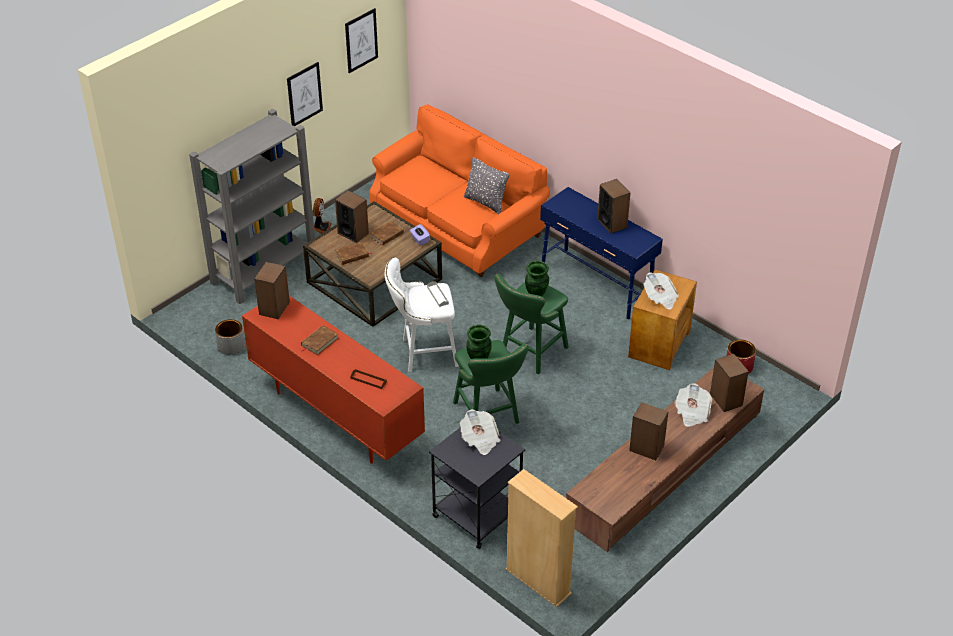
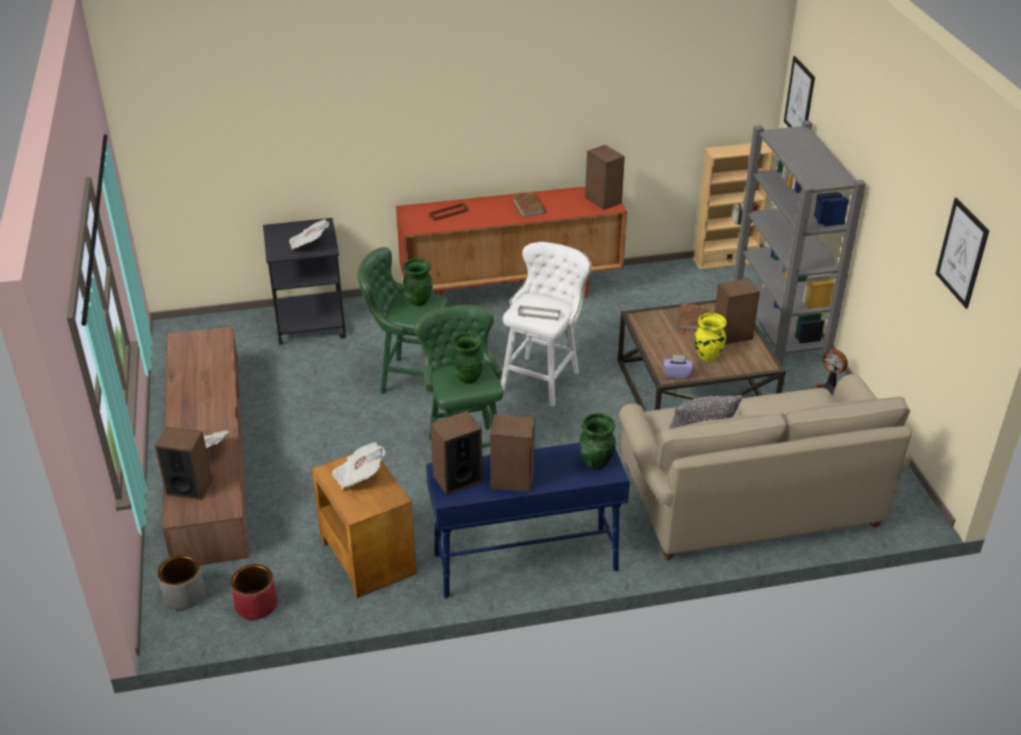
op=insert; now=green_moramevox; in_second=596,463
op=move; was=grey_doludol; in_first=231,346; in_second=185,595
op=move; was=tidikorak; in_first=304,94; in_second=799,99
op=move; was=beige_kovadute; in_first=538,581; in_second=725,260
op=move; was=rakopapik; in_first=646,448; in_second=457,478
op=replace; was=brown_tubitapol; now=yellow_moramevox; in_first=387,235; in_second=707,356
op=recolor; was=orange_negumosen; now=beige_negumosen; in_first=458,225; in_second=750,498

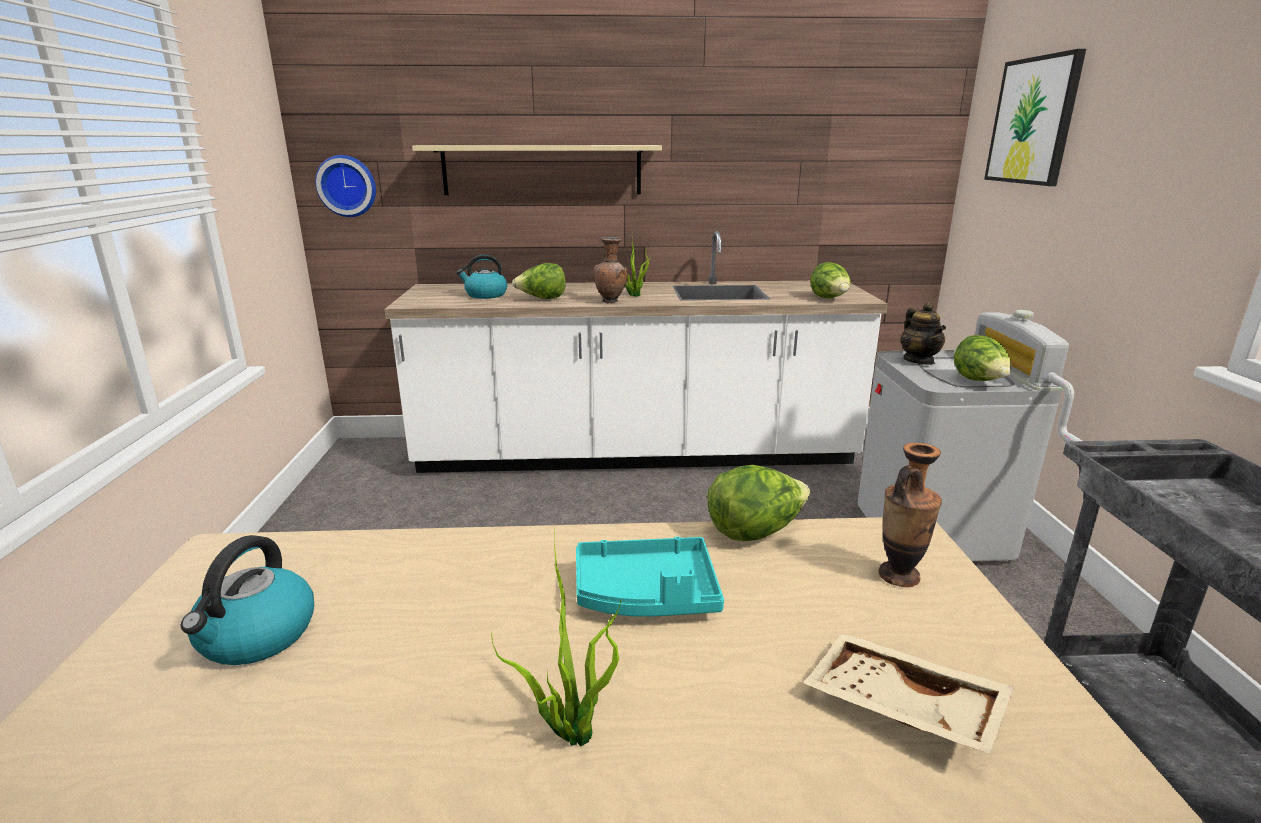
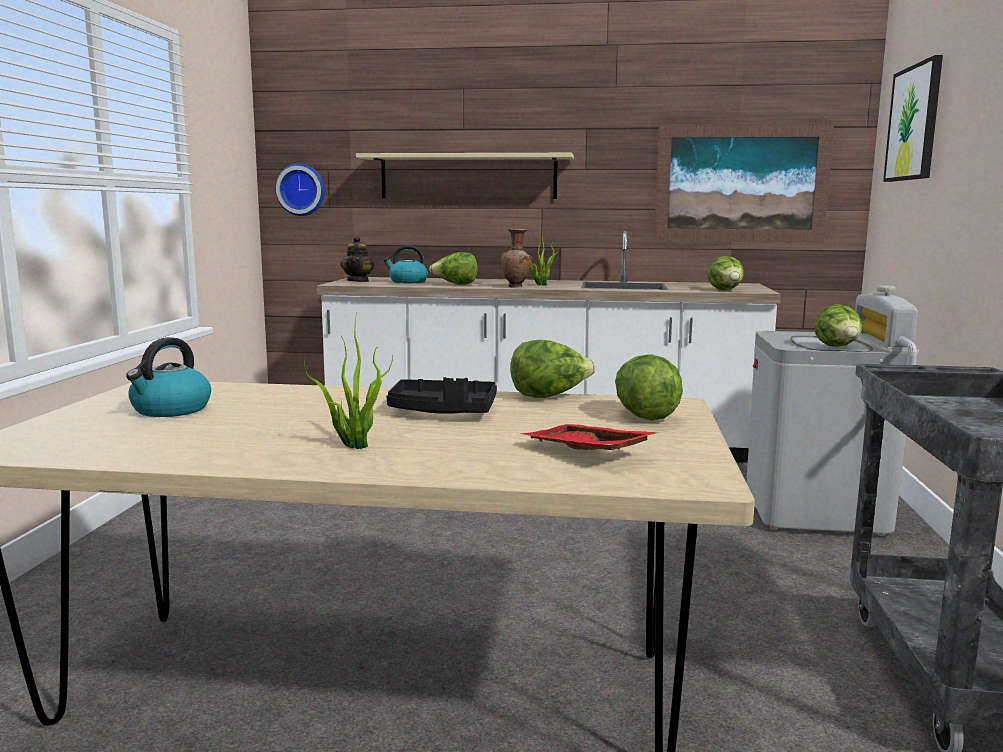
op=insert; now=tidikorak; in_second=741,183
op=move; was=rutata; in_first=919,361; in_second=358,281
op=replace; was=moramevox; now=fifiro; in_first=899,576; in_second=644,416
op=recolor; was=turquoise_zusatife; now=black_zusatife; in_first=646,594; in_second=443,412
op=recolor; was=beige_zusatife; now=red_zusatife; in_first=900,708; in_second=585,452

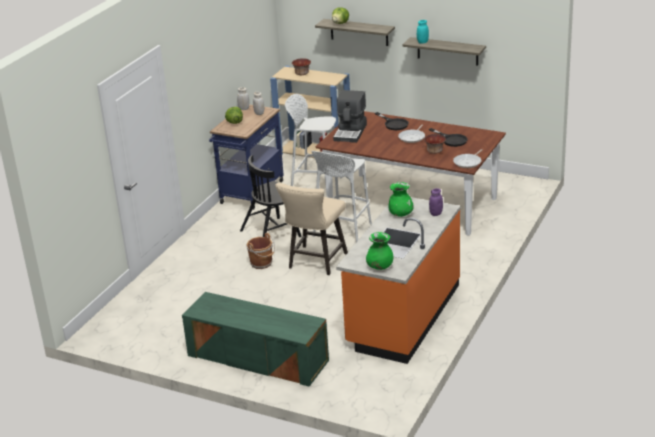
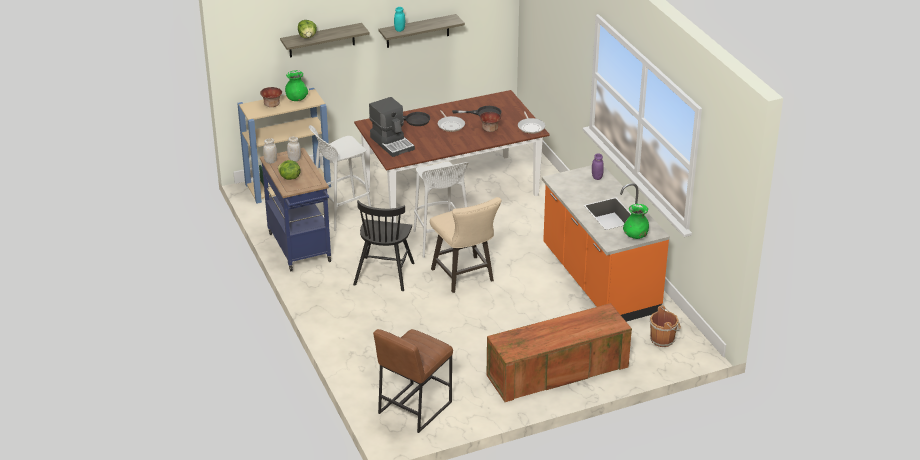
op=insert; now=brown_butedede; in_second=414,408
op=move; was=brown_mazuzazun; in_first=262,263; in_second=663,339
op=move; was=green_moramevox; in_first=401,214; in_second=296,99
op=recolor; was=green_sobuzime; now=brown_sobuzime; in_first=256,358; in_second=557,372

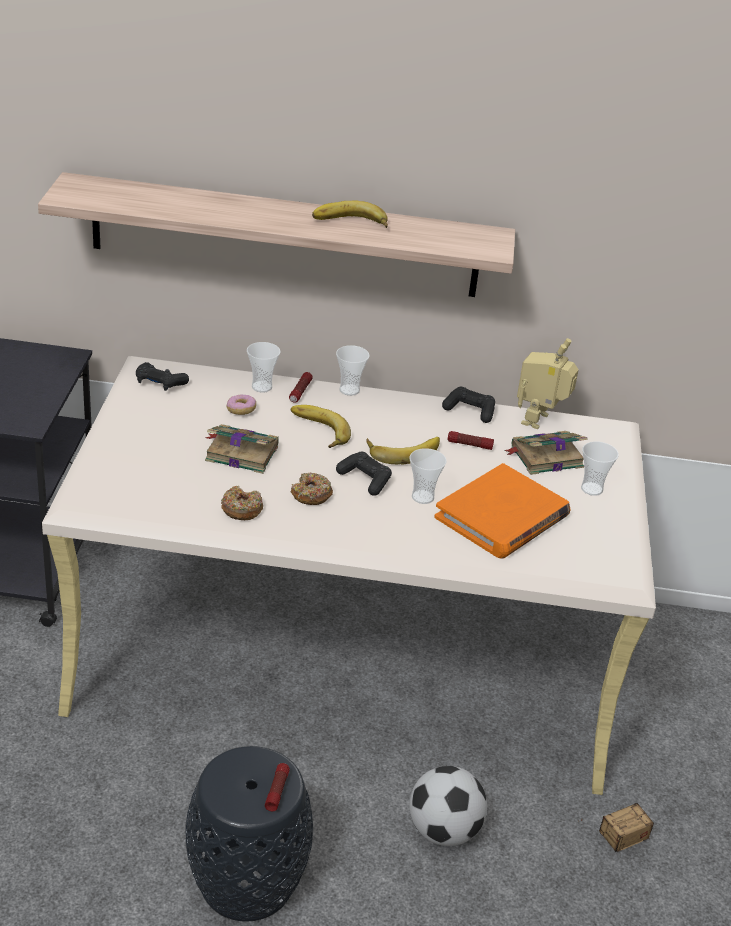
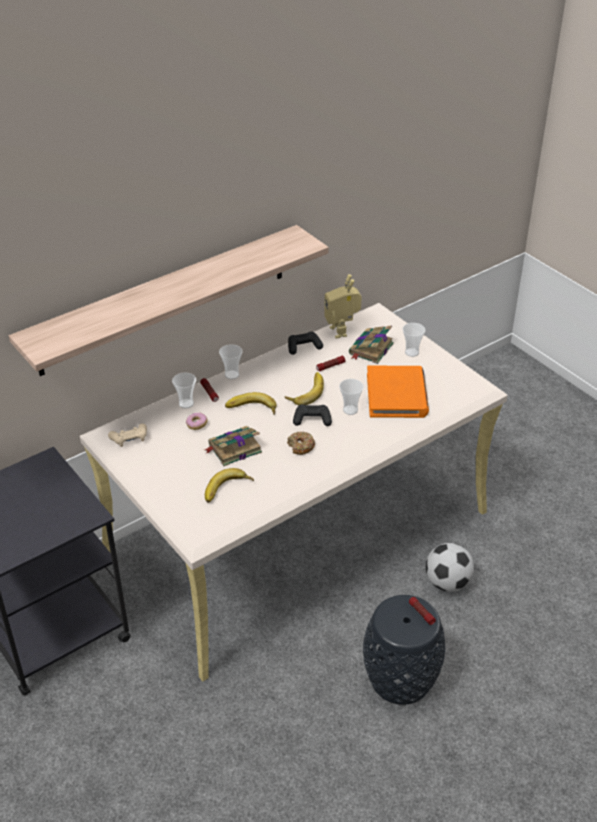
op=delete; was=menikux; in_first=241,509
op=delete; was=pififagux; in_first=600,845
op=move; was=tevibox; in_first=350,223; in_second=227,490
op=recolor; was=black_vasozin; now=beige_vasozin; in_first=160,383; in_second=129,439

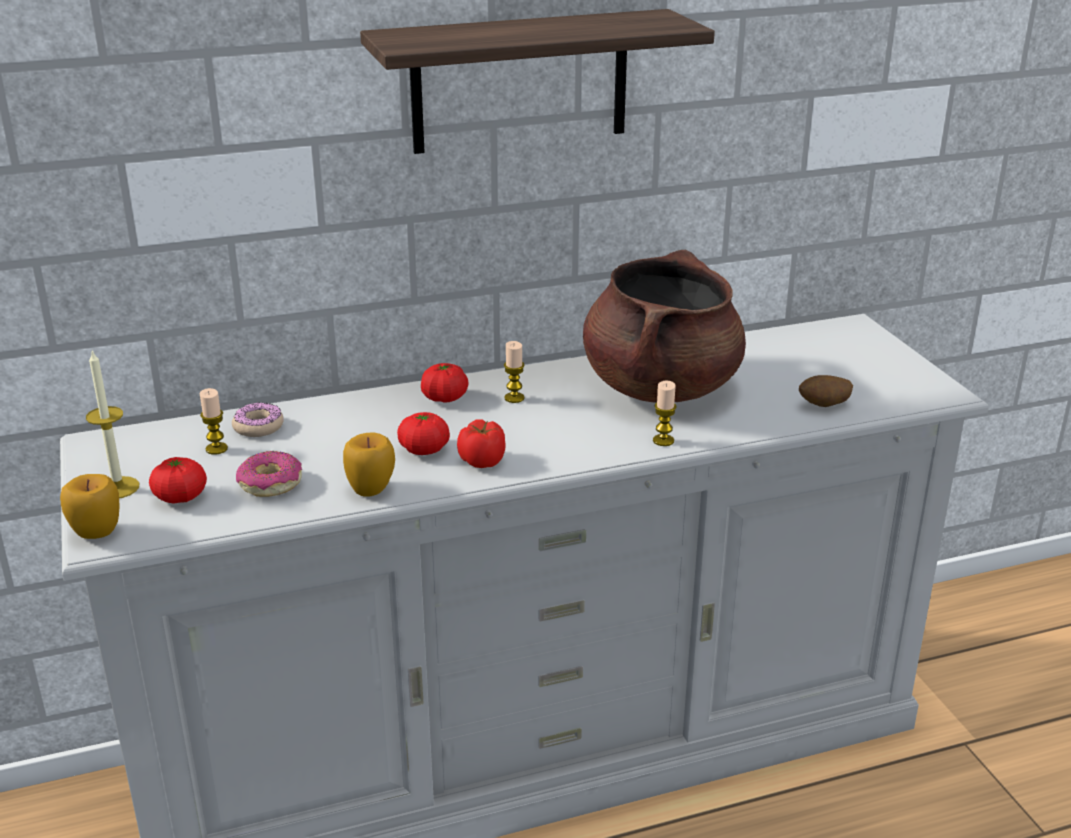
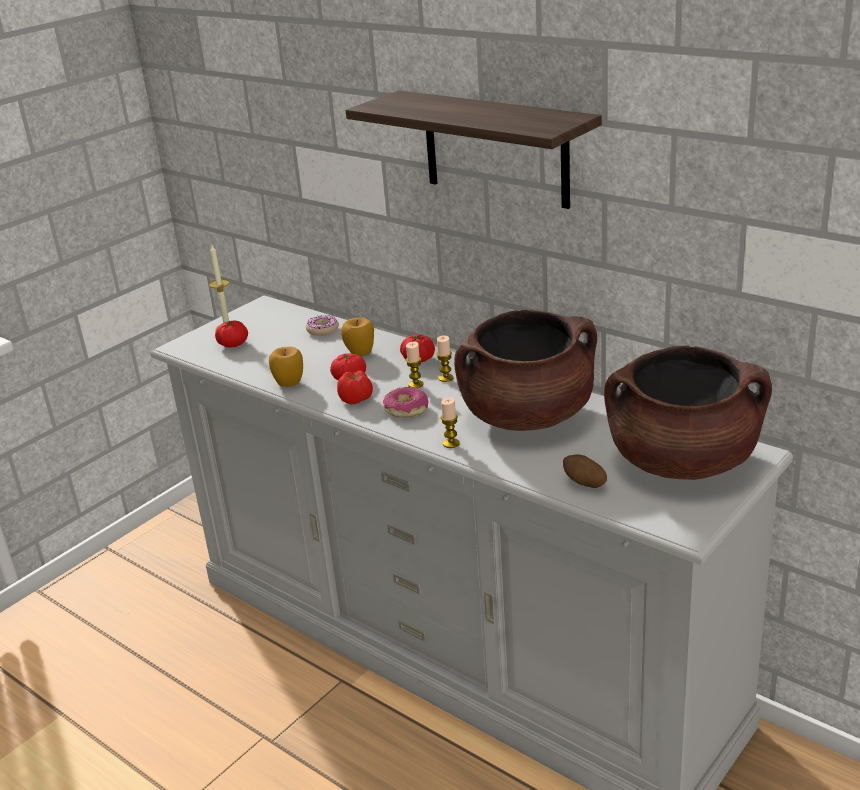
op=insert; now=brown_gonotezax; in_second=682,462
op=move; was=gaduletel; in_first=97,533; in_second=360,354
op=move; was=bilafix; in_first=216,449; in_second=415,384
op=move; was=menikux; in_first=270,484; in_second=406,409

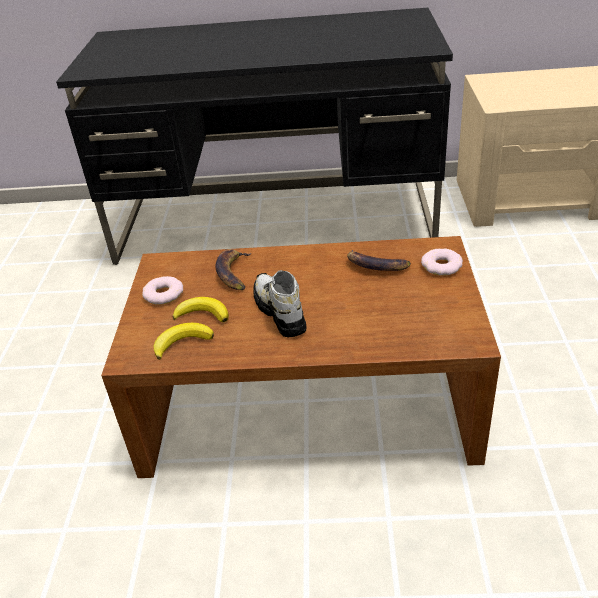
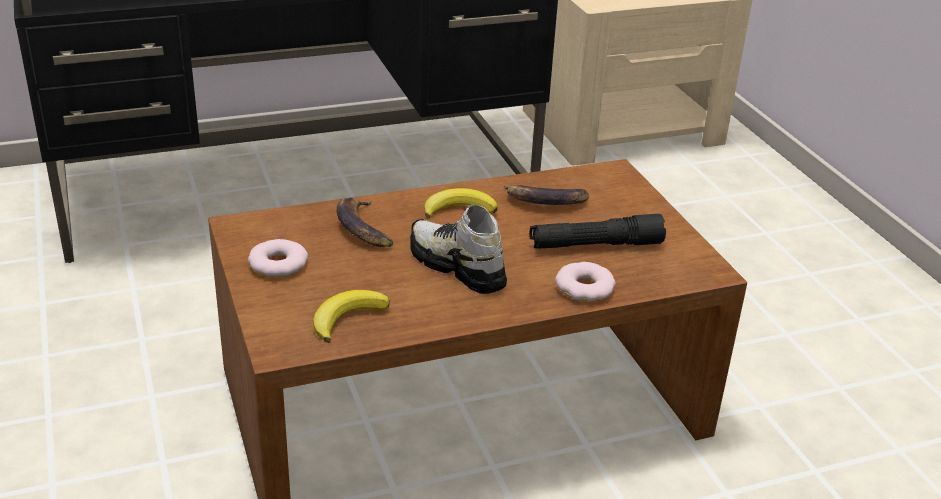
op=insert; now=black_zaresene; in_second=595,245
op=move; was=tevibox; in_first=202,314; in_second=459,209
op=move; was=menikux; in_first=441,266; in_second=585,288

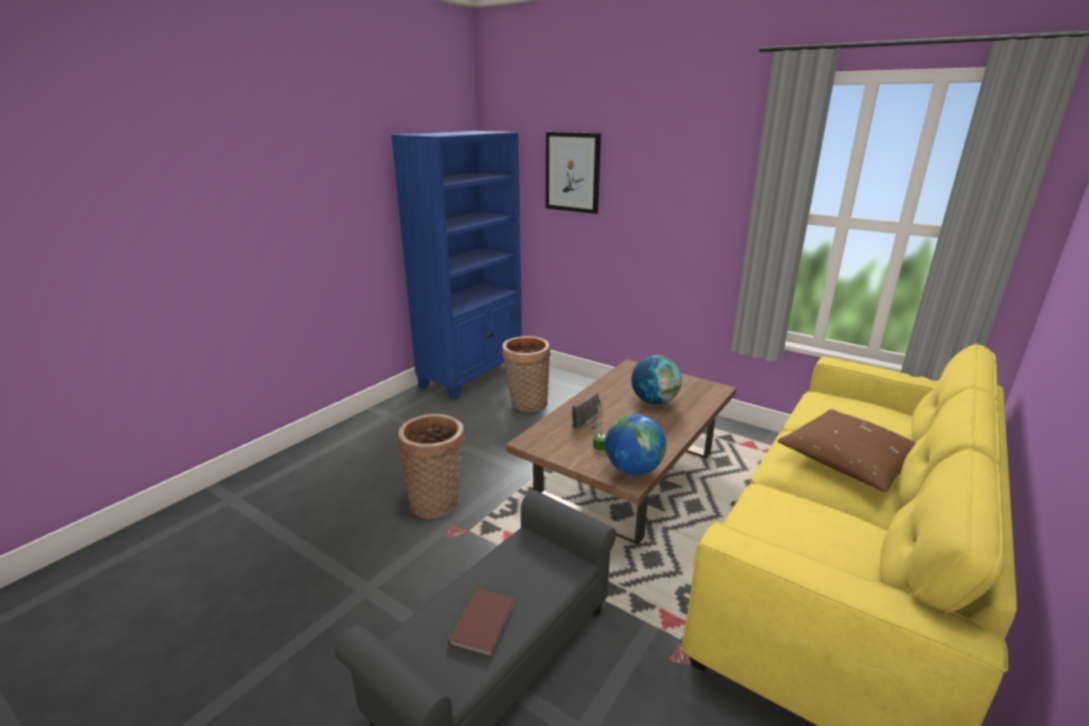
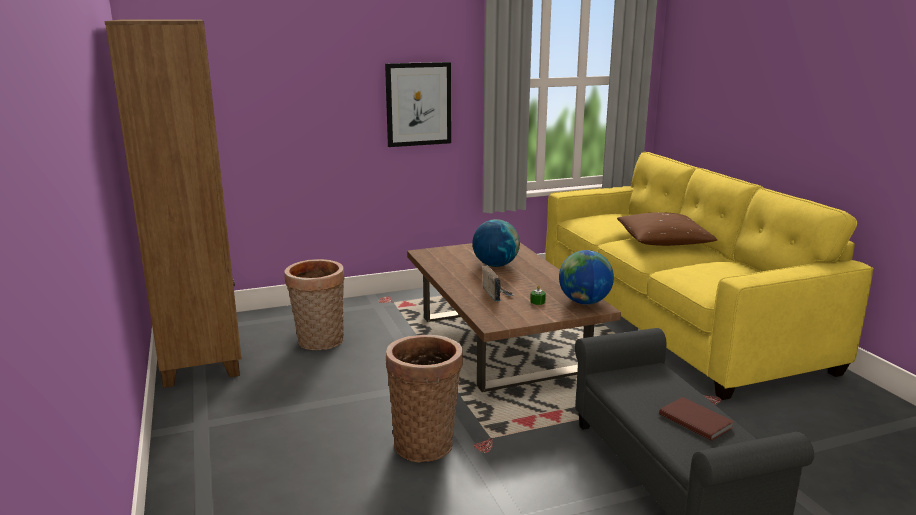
op=move; was=tidikorak; in_first=572,172; in_second=418,104
op=recolor; was=blue_kovadute; now=brown_kovadute; in_first=472,375; in_second=202,349

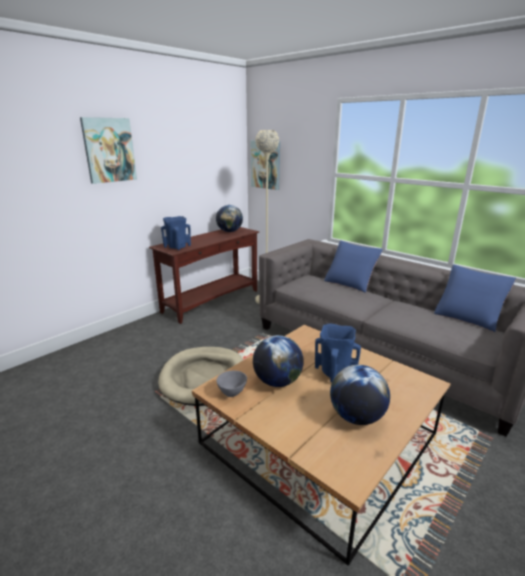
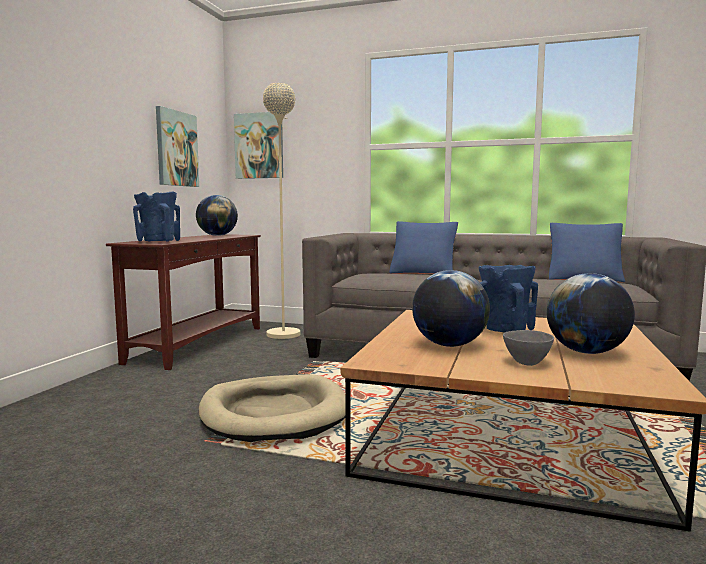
op=move; was=tidikorak; in_first=109,150; in_second=176,149
op=move; was=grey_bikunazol; in_first=232,393; in_second=526,362

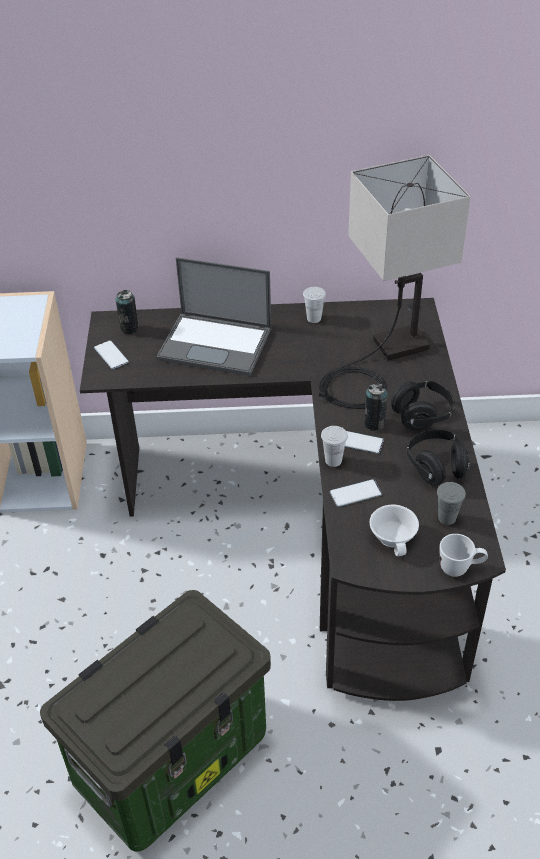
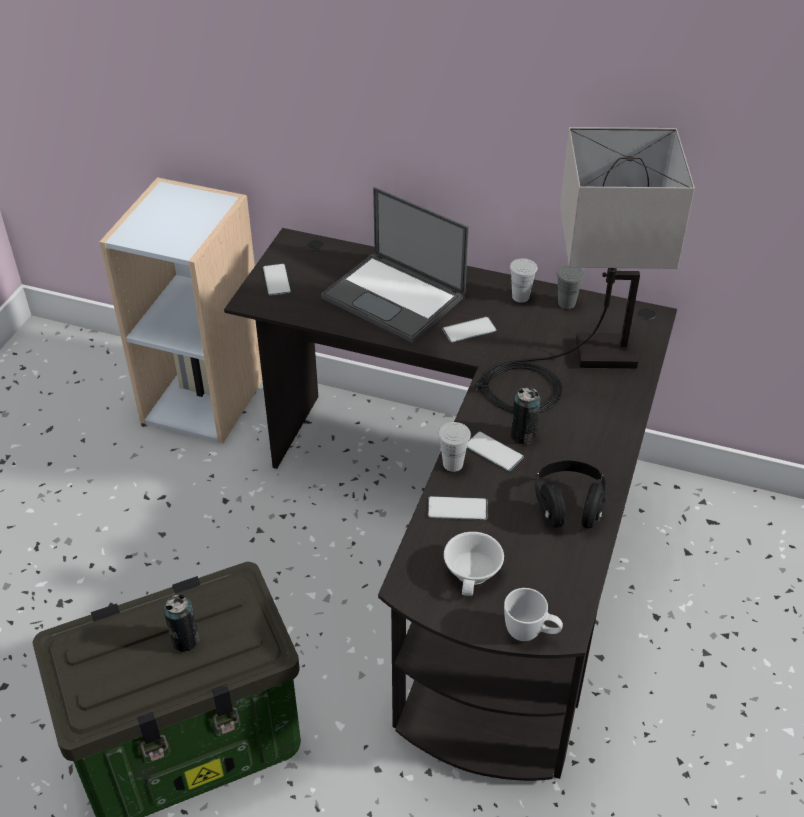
op=delete; was=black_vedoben; in_first=422,416
op=insert; now=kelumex; in_second=469,330
op=move; was=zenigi; in_first=129,328; in_second=185,640
op=move; was=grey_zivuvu; in_first=447,518; in_second=566,303

